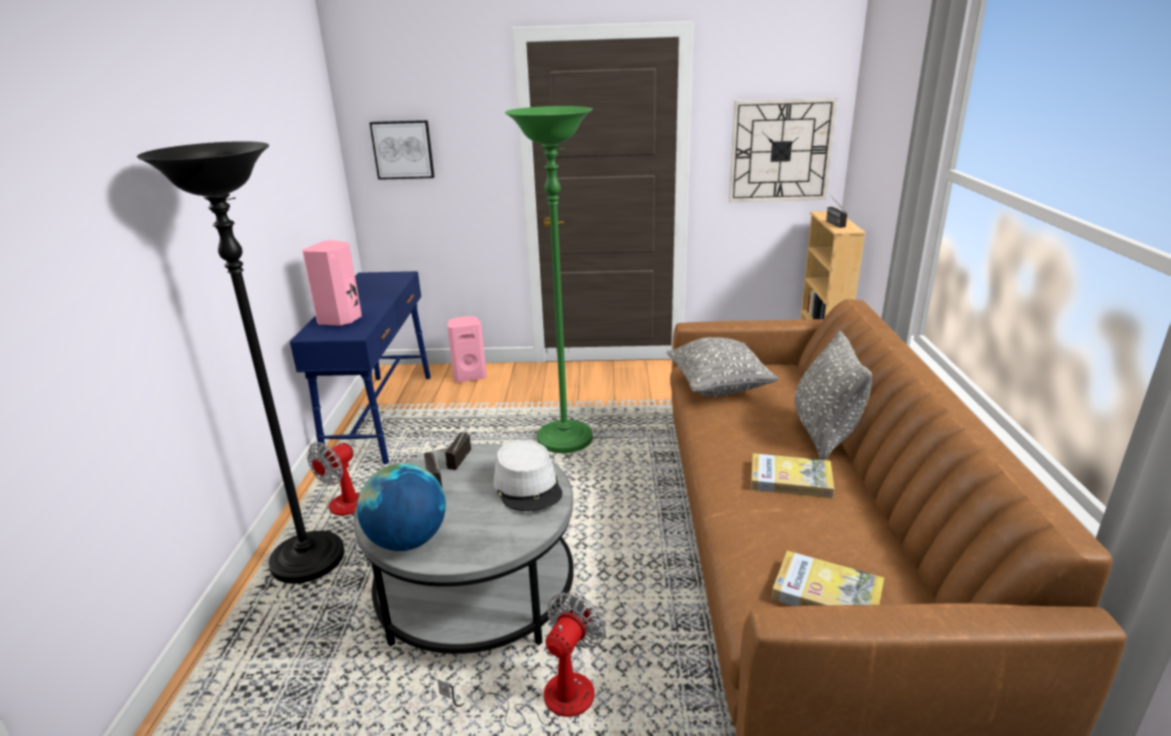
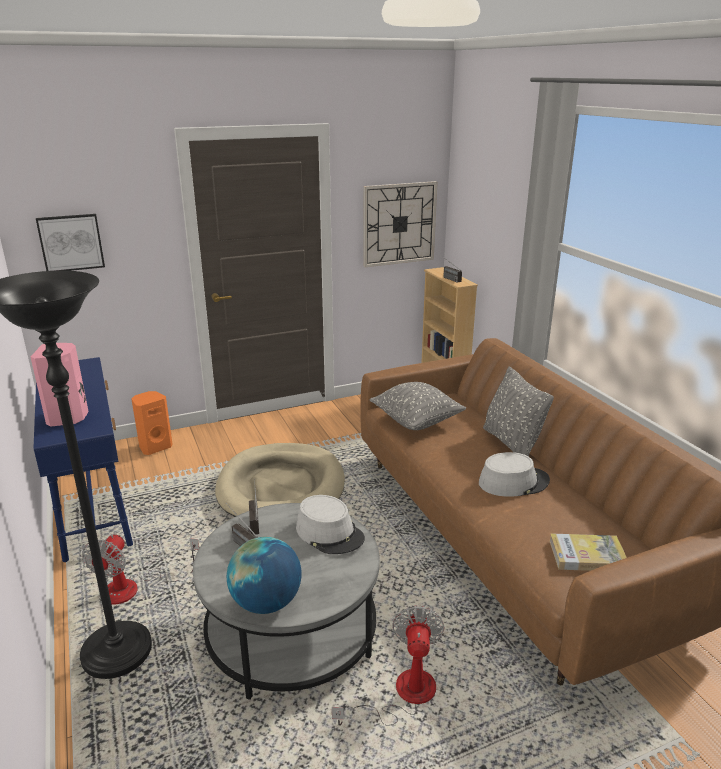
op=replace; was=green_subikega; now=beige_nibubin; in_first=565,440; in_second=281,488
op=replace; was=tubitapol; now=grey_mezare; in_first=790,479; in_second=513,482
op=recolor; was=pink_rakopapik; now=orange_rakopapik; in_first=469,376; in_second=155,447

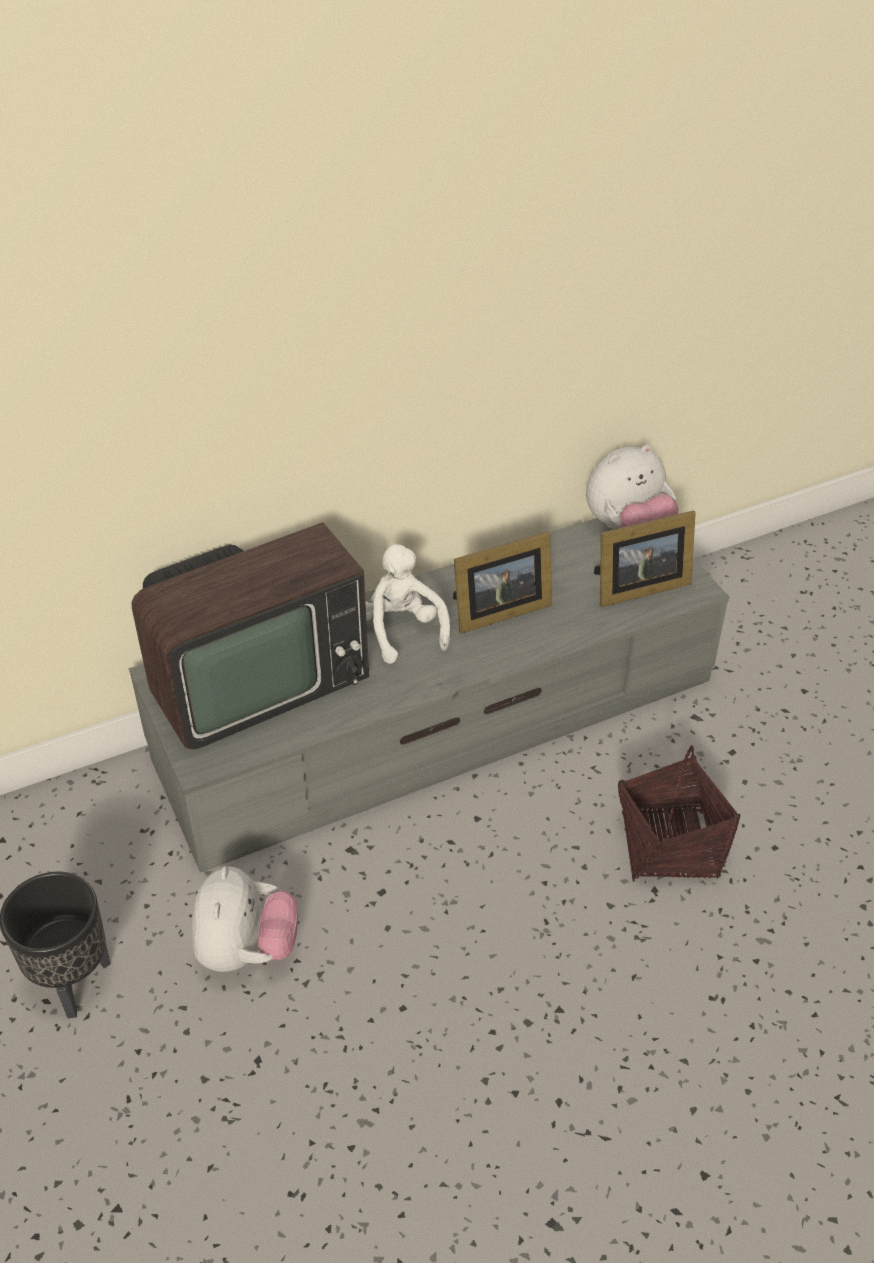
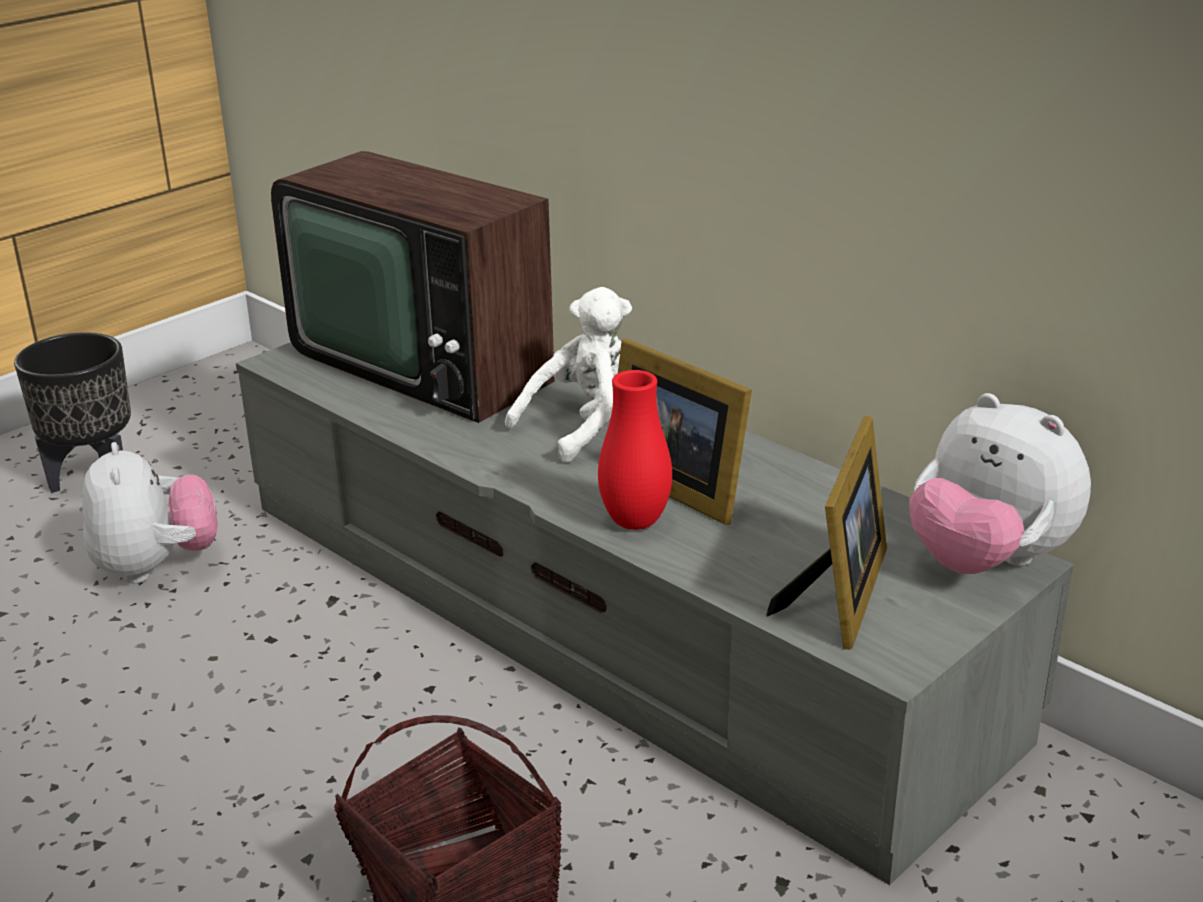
op=insert; now=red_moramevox; in_second=635,522
op=rotate; was=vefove; in_first=246,950; in_second=156,566; clockwise=-90
op=rotate; was=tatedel; in_first=637,587; in_second=840,596; clockwise=-120

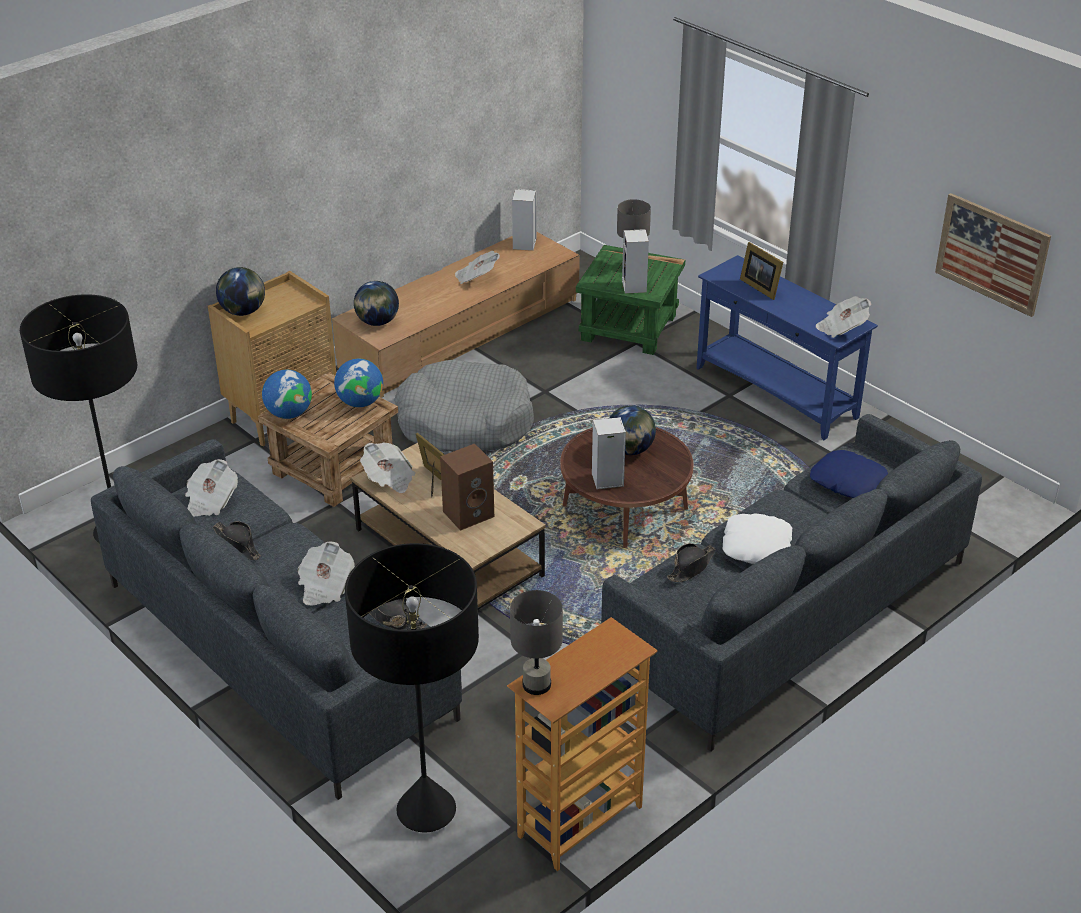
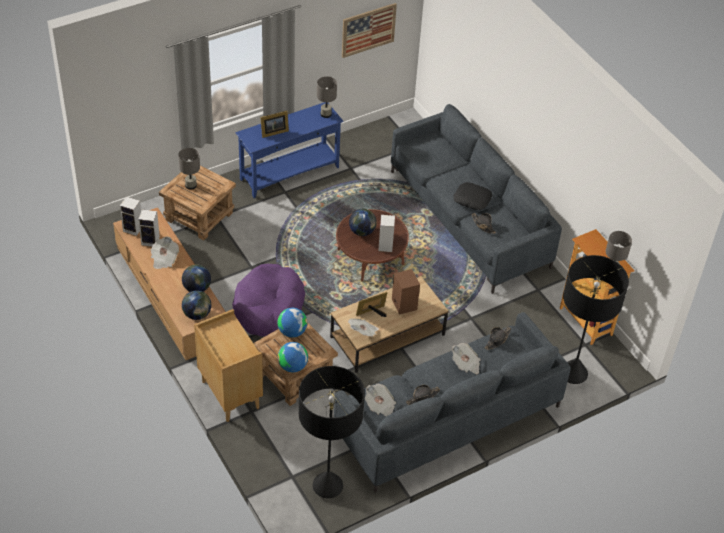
op=delete; was=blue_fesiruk; in_first=847,481
op=move; was=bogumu; in_first=243,311; in_second=197,288
op=move; was=rakopapik; in_first=635,287; in_second=151,241
op=replace; was=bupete; now=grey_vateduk; in_first=841,328; in_second=326,114
op=recolor; was=grey_nibubin; now=purple_nibubin; in_first=465,422; in_second=269,308
op=recolor; was=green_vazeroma; now=brown_vazeroma; in_first=630,327; in_second=199,215
op=recolor; was=white_fesiruk; now=black_fesiruk; in_first=756,545; in_second=472,199

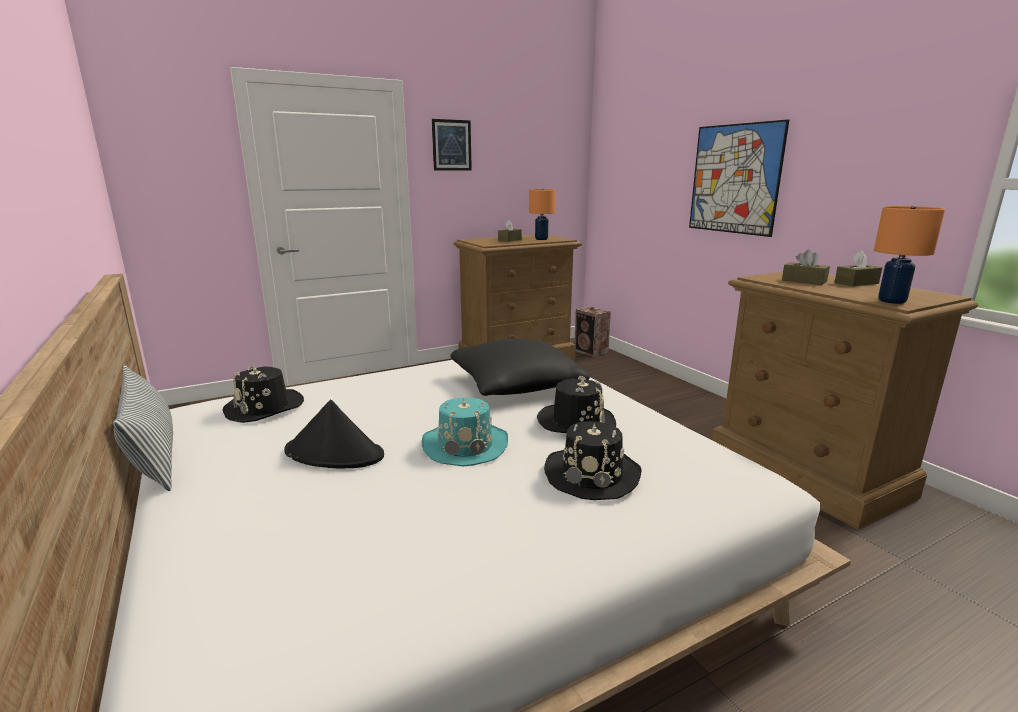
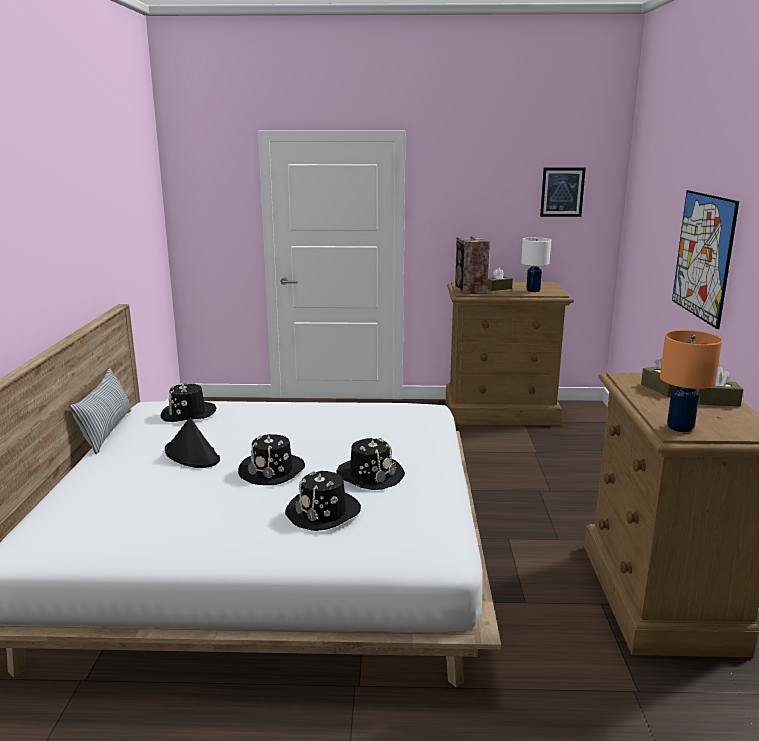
op=delete; was=black_fesiruk; in_first=515,385
op=move; was=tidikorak; in_first=451,145; in_second=562,192
op=move; was=rakopapik; in_first=591,352; in_second=470,290
op=recolor; was=turquoise_mezare; now=black_mezare; in_first=465,445; in_second=272,471
op=recolor; was=orange_vateduk; now=white_vateduk; in_first=542,239; in_second=533,291

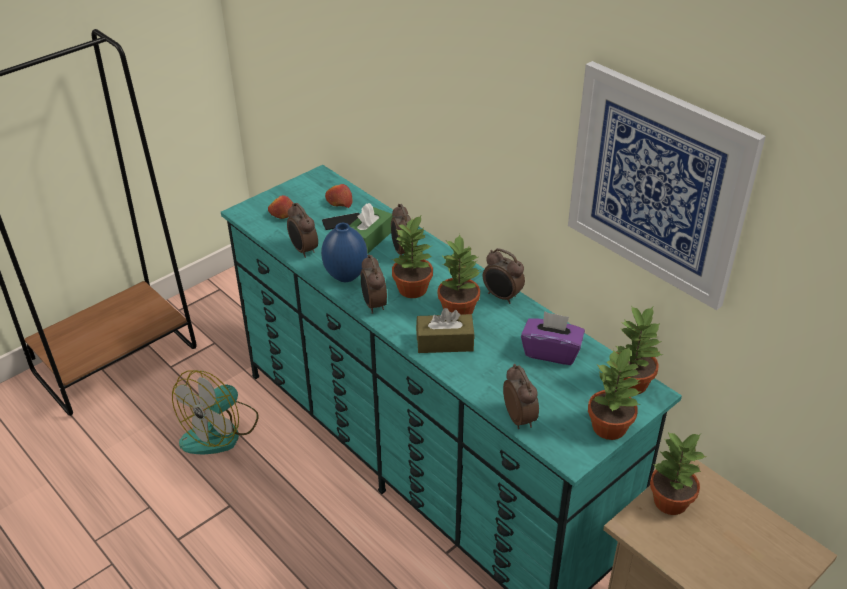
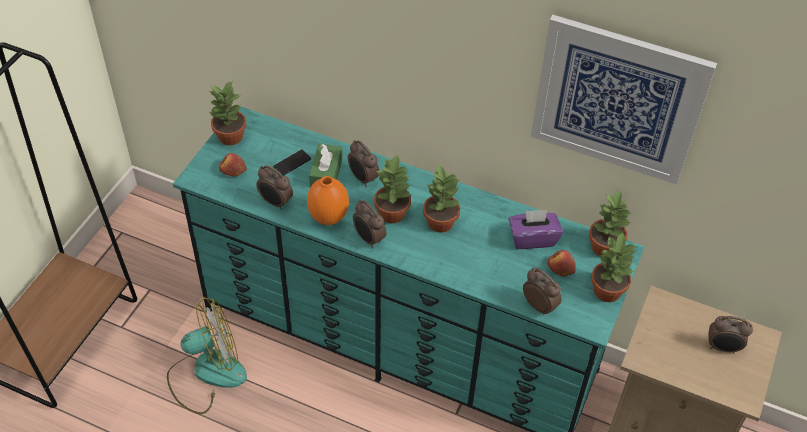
op=delete; was=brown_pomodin; in_first=445,342
op=move; was=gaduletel; in_first=339,202; in_second=560,268
op=move; was=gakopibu; in_first=502,297; in_second=722,348
op=move; was=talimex; in_first=669,501; in_second=229,136
op=recolor; was=blue_moramevox; now=orange_moramevox; in_first=346,276; in_second=328,217
op=rotate; was=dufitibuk; in_first=220,431; in_second=207,373; clockwise=-120

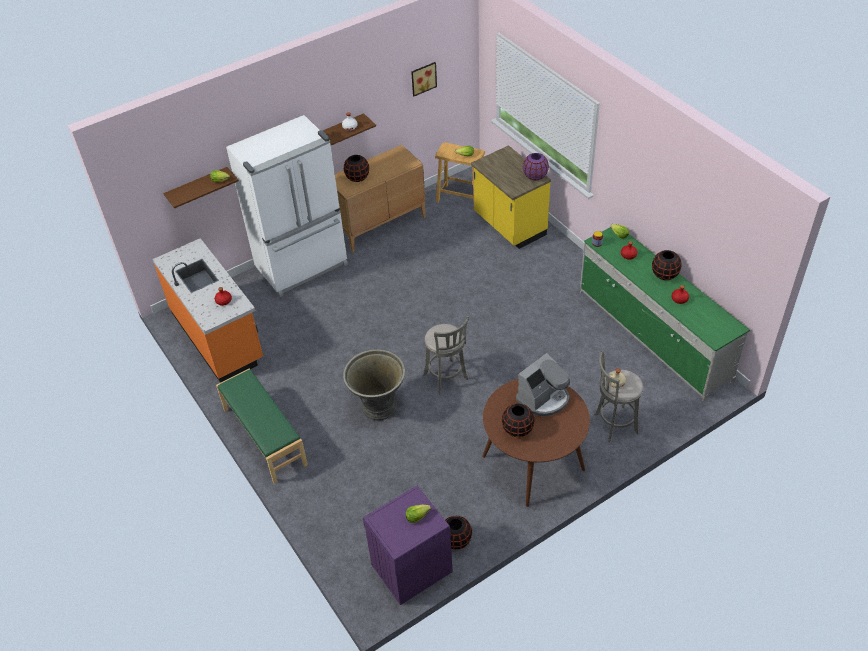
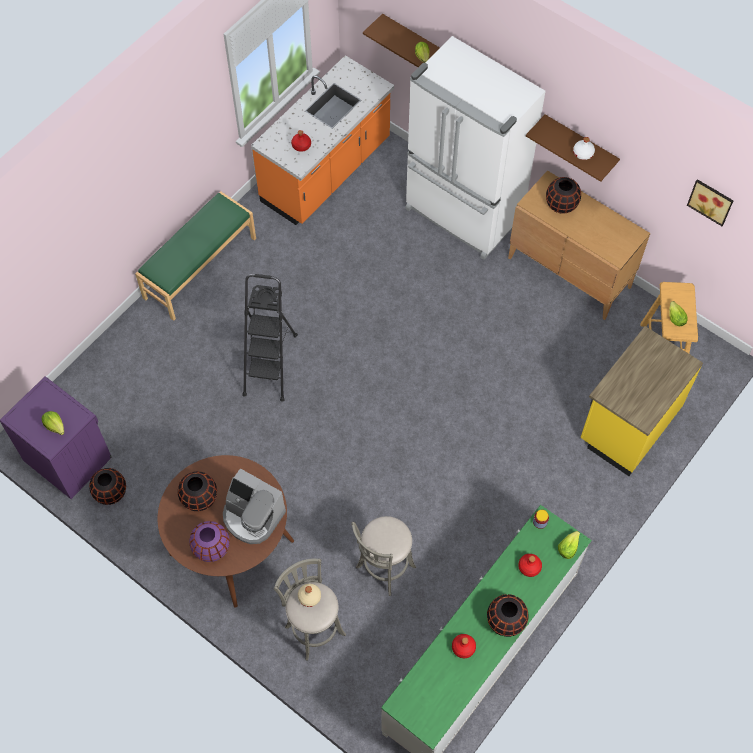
op=move; was=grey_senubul; in_first=447,378; in_second=383,569
op=move; was=purple_moramevox; in_first=535,176; in_second=211,547
op=replace; was=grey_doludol; now=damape; in_first=378,406; in_second=270,363

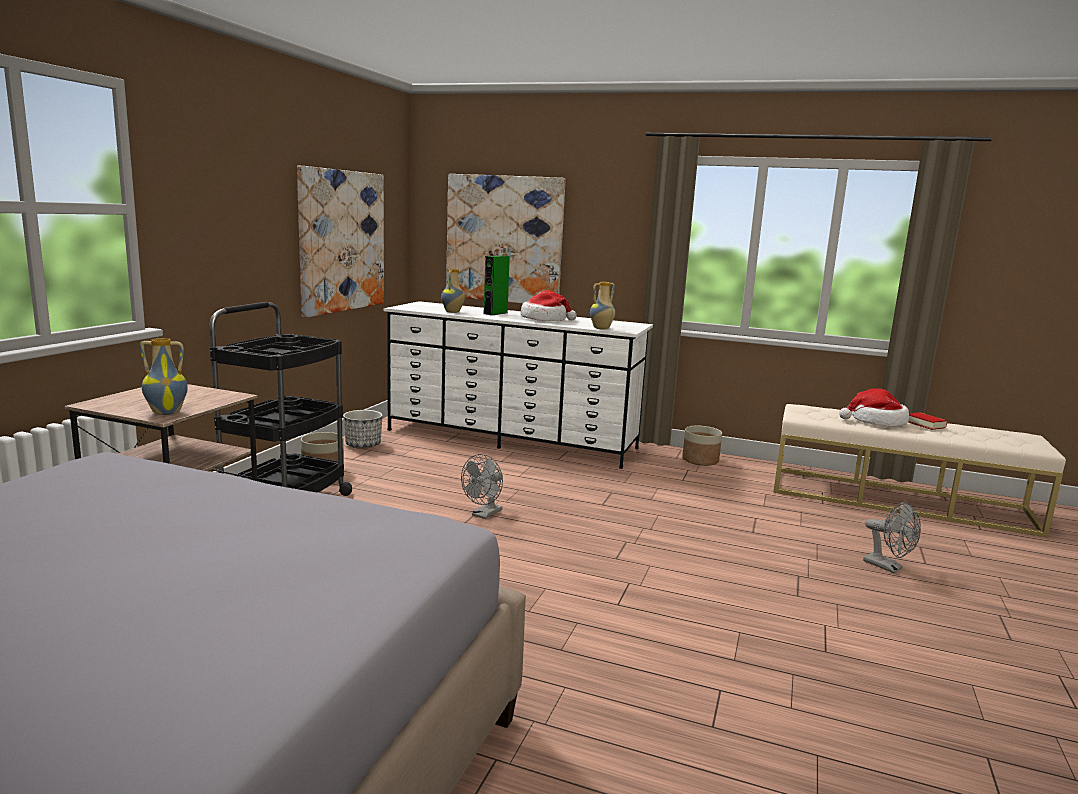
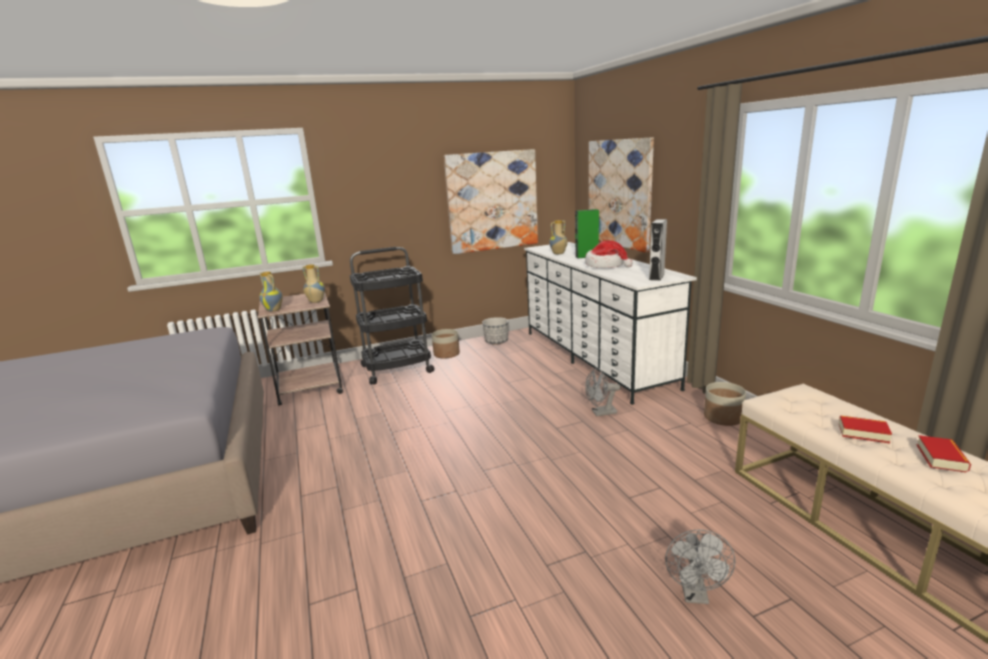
op=insert; now=grey_rakopapik; in_second=656,277
op=move; was=grey_dufitibuk; in_first=484,515; in_second=600,413
op=move; was=moramevox; in_first=601,328; in_second=315,301
op=replace; was=mezare; now=tubitapol; in_first=876,421; in_second=863,433

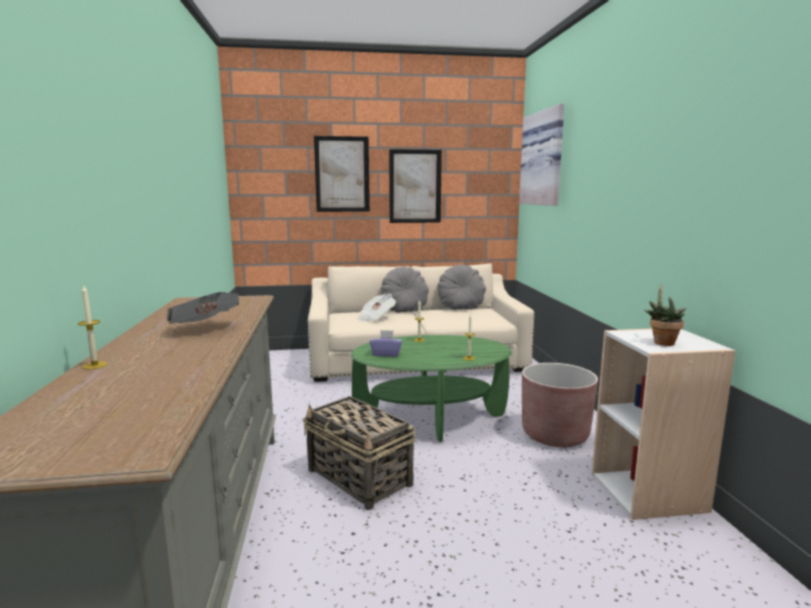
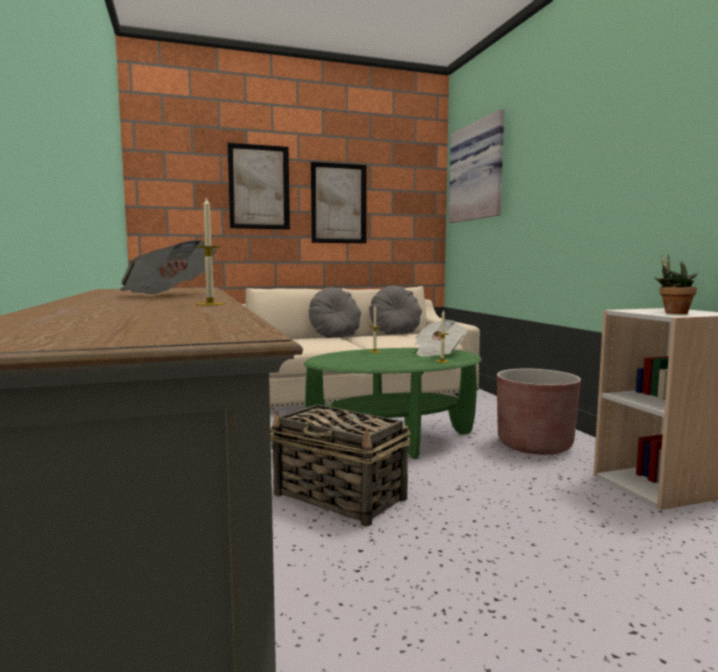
op=delete; was=purple_pomodin; in_first=386,354
op=move; was=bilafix; in_first=95,365; in_second=210,304
op=move; was=bupete; in_first=375,318; in_second=438,353

